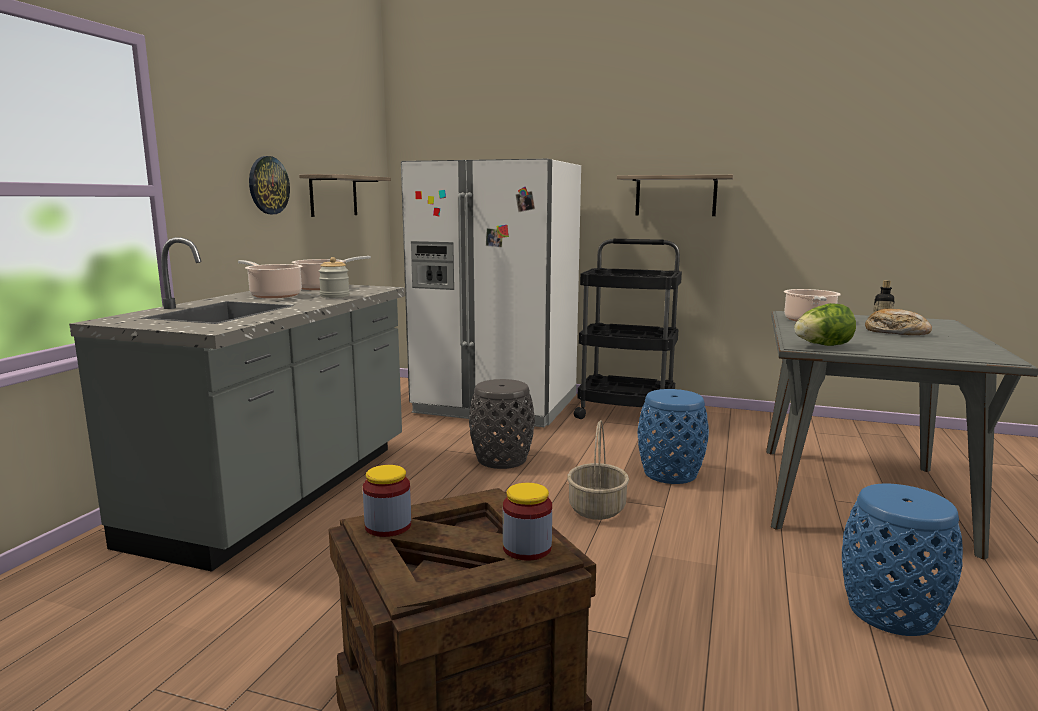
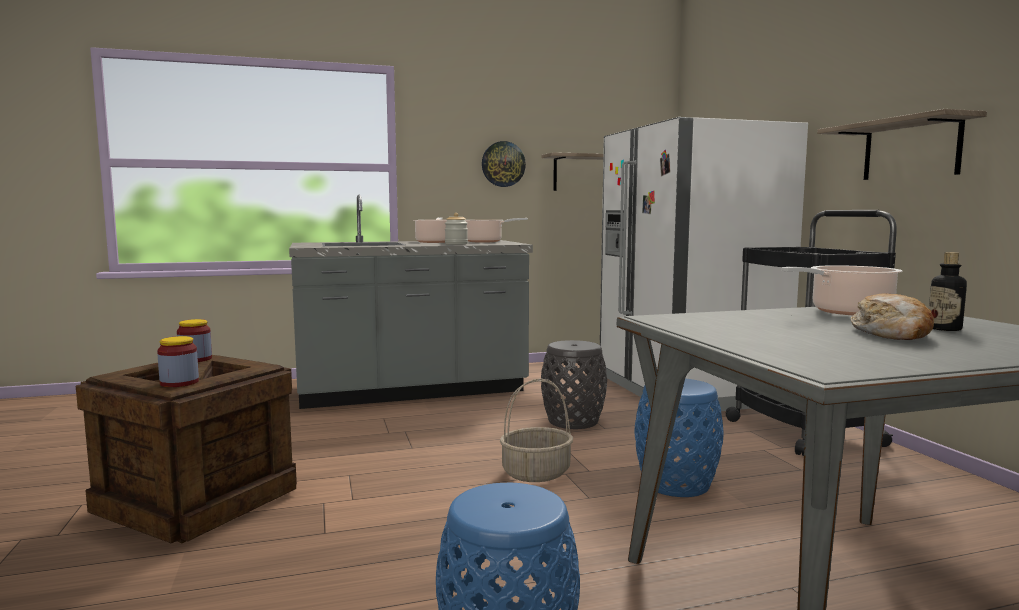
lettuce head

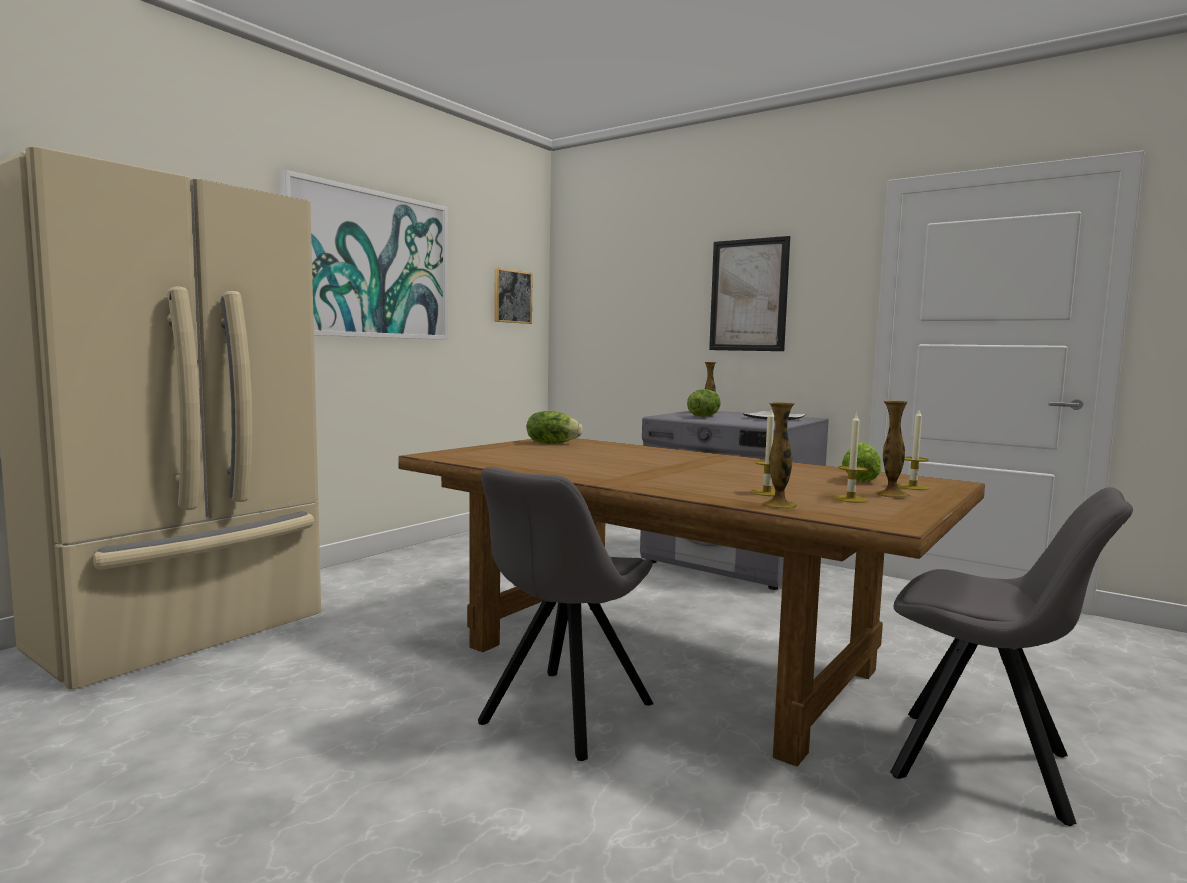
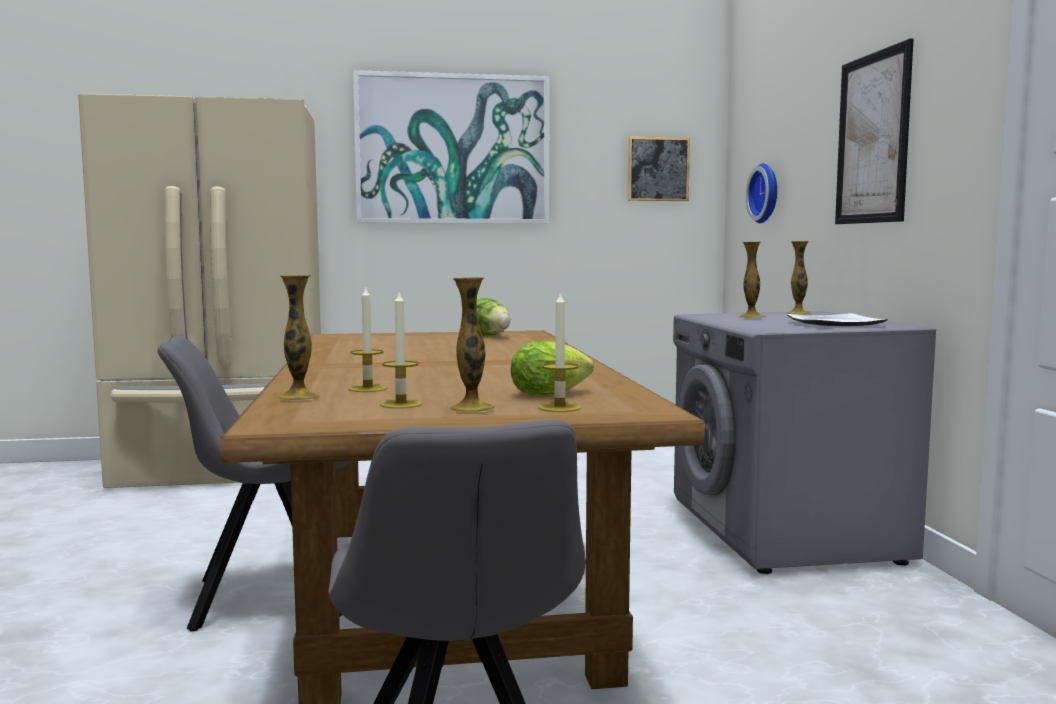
hanging clock; vase (3rd from left)

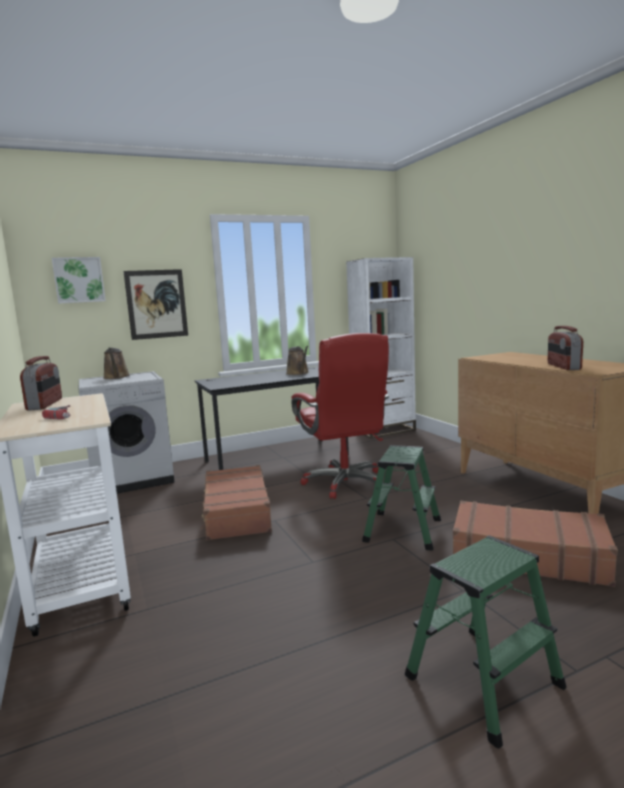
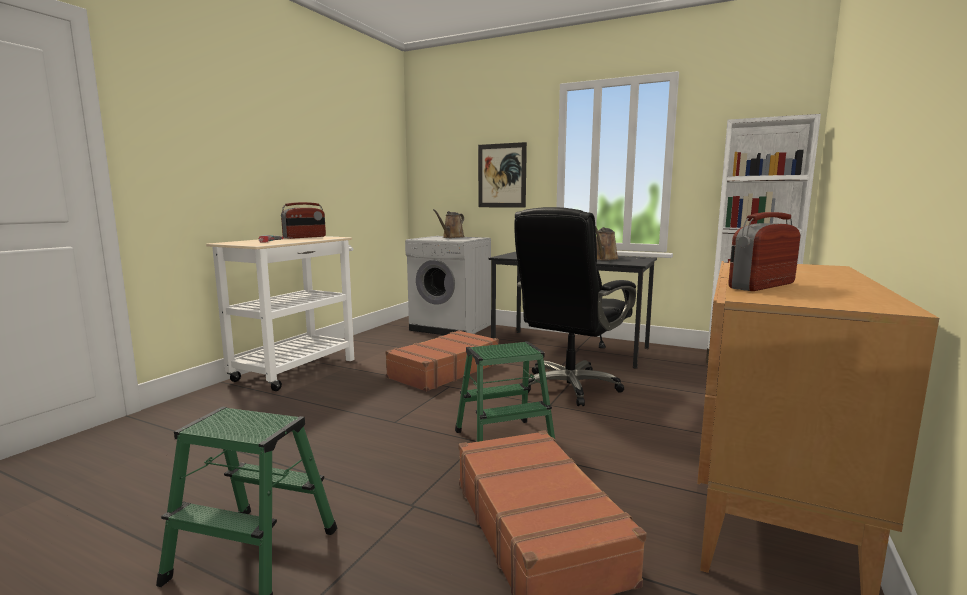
wall picture (1st from left in the first image); blackish office chair

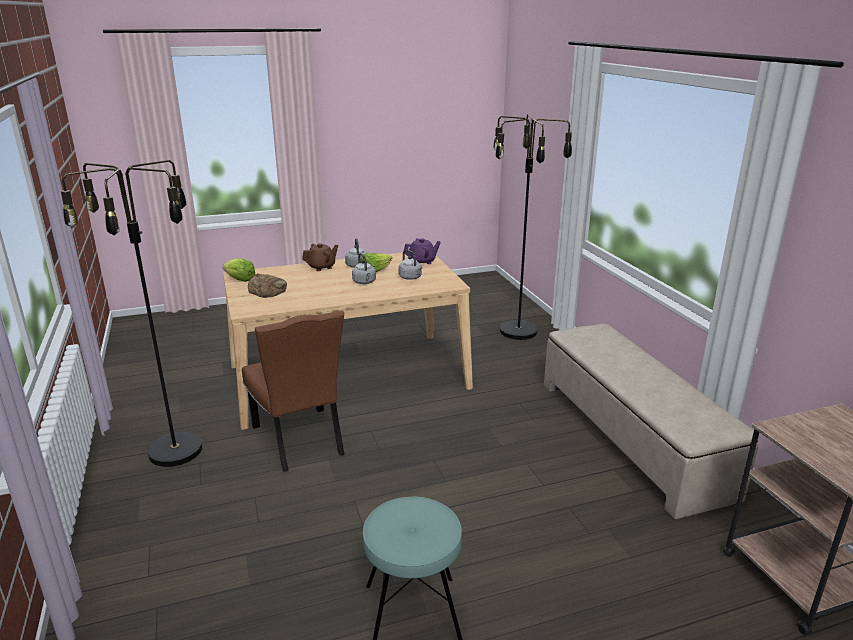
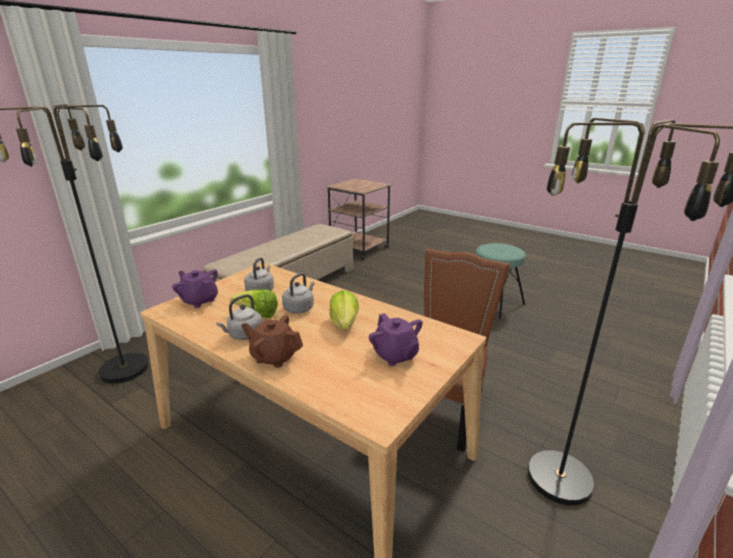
lettuce head (2nd from left); purple teapot (2nd from left)

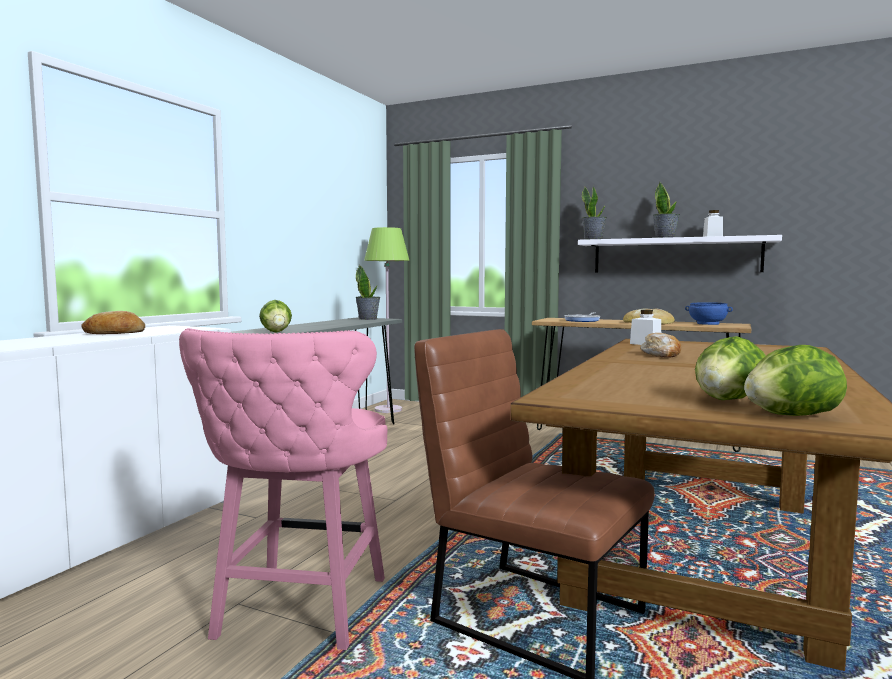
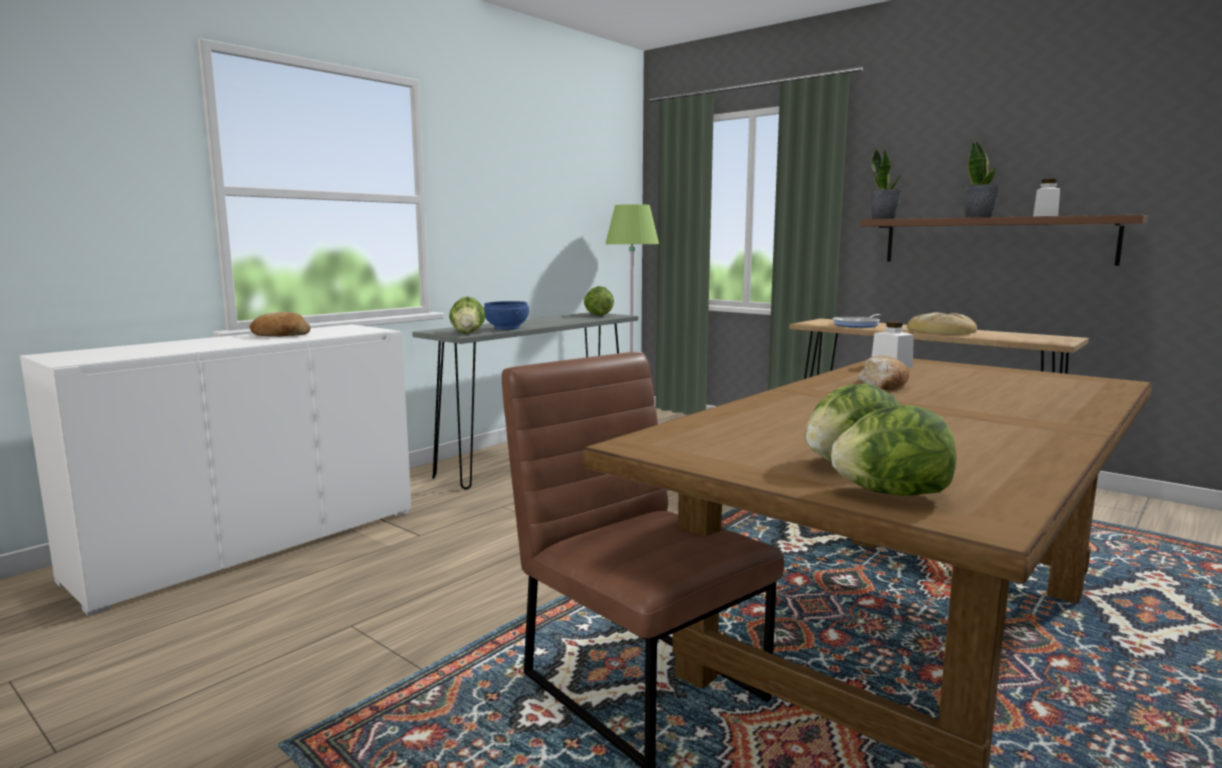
pinkish stool seat; blue-coloured deep dish; lettuce head (2nd from left); brown-coloured shelf

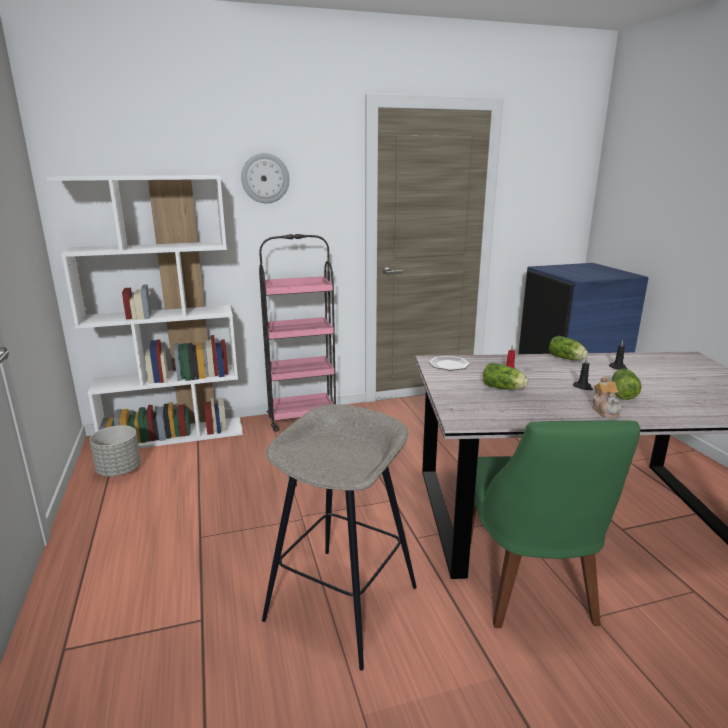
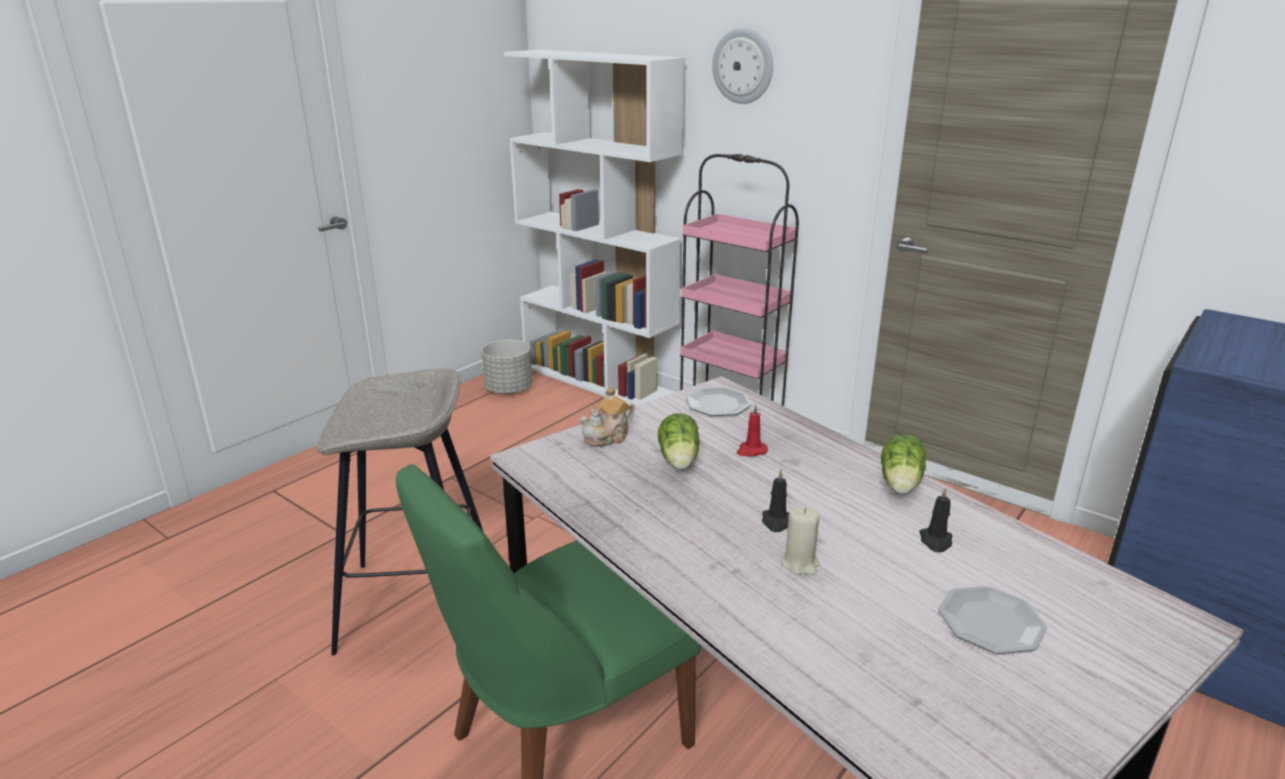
flat dish (2nd from left); teapot; beige wax candle

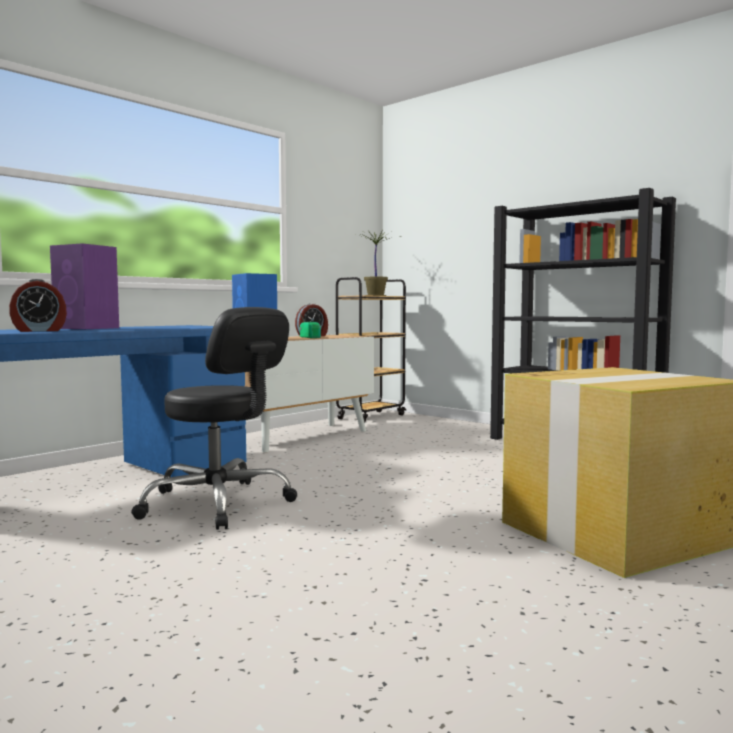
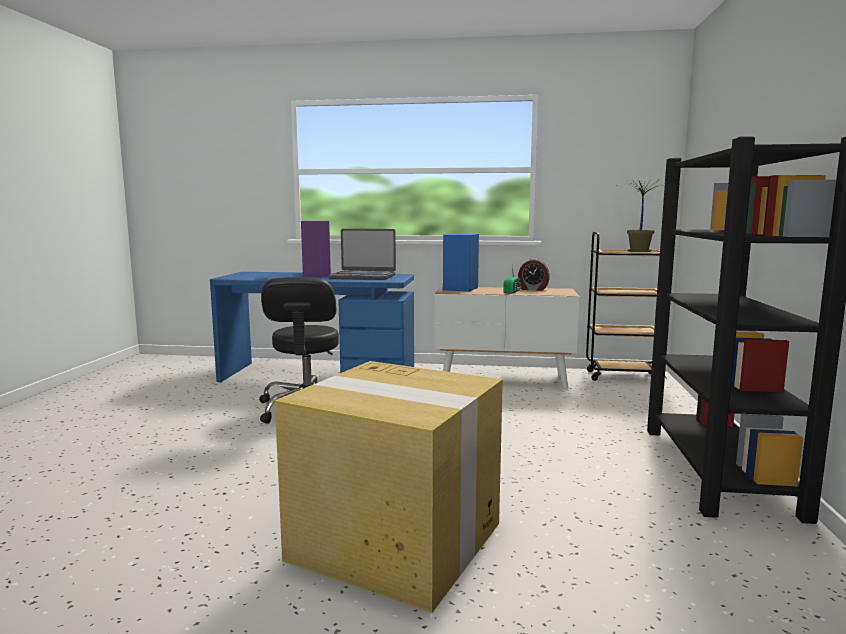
table clock (1st from left in the first image); notebook computer

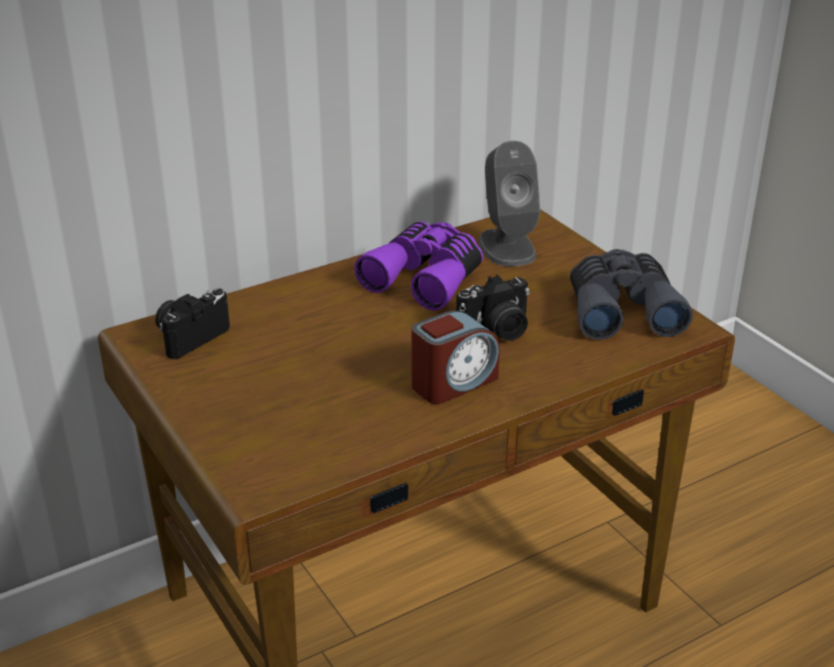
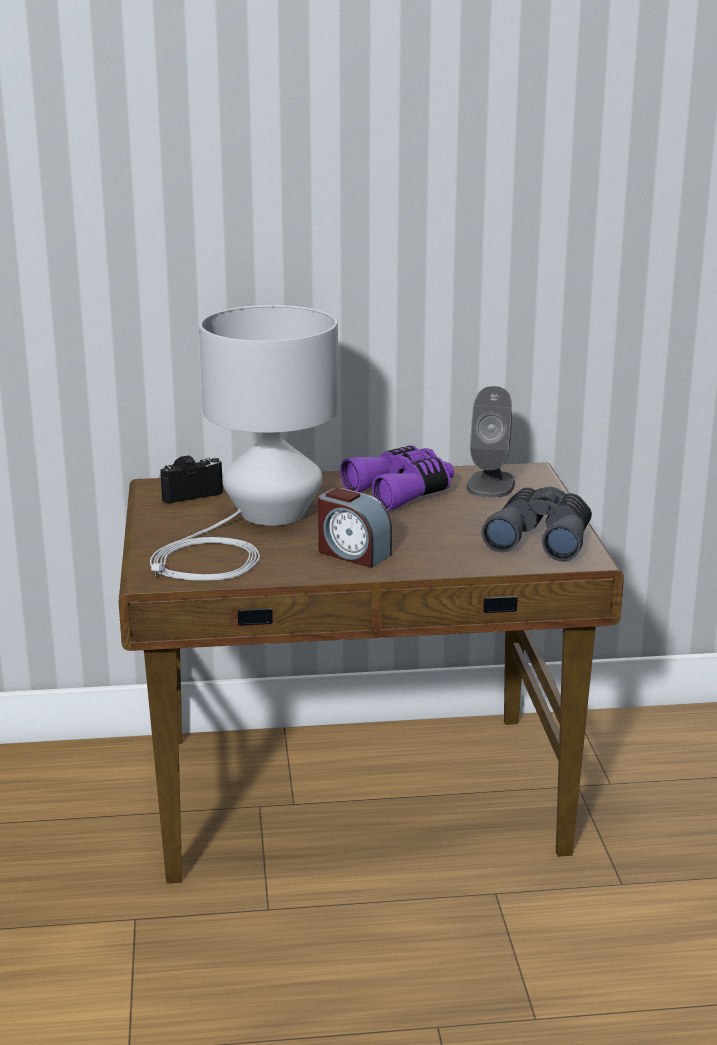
still camera (2nd from left in the first image); whitish lamp for a table; table clock

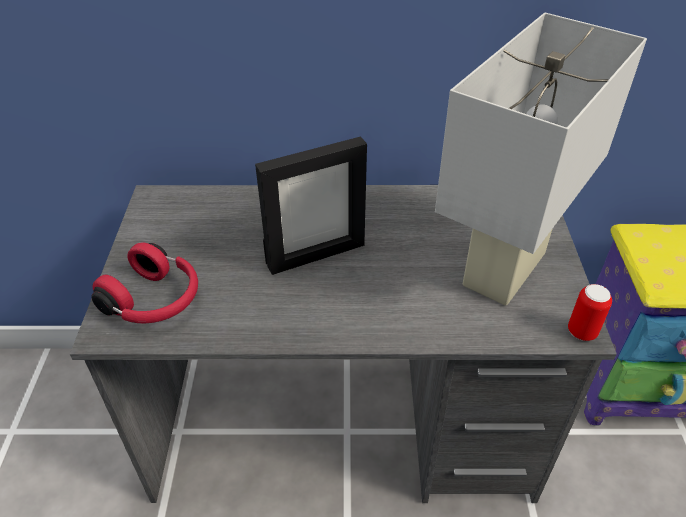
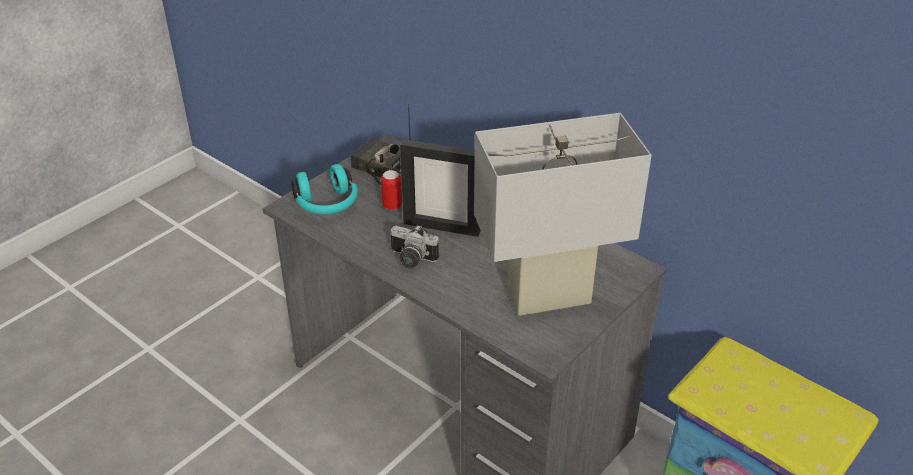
radio; still camera; sealed can; blue-green headphones

